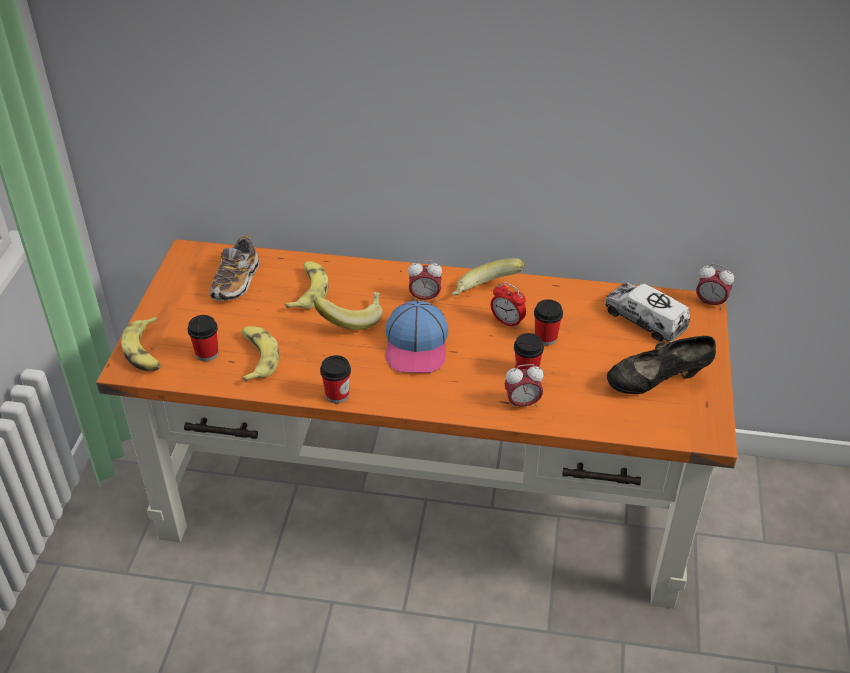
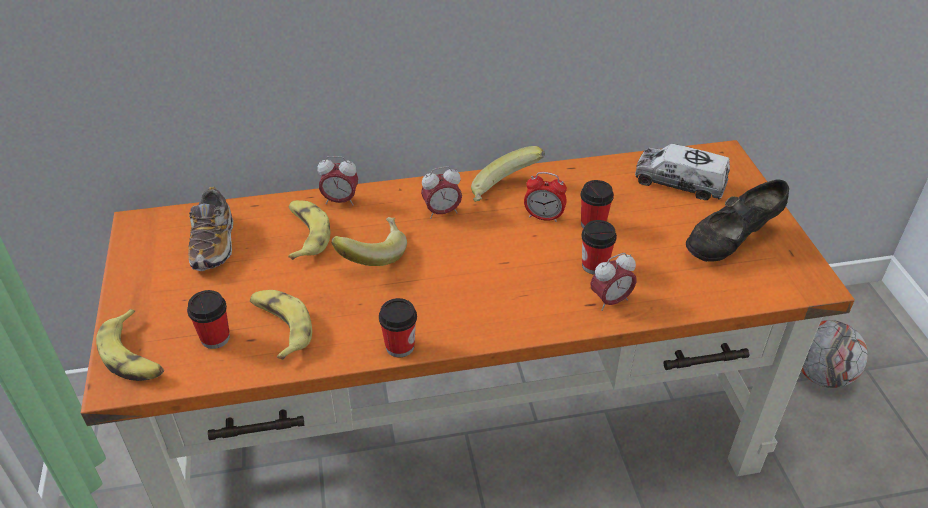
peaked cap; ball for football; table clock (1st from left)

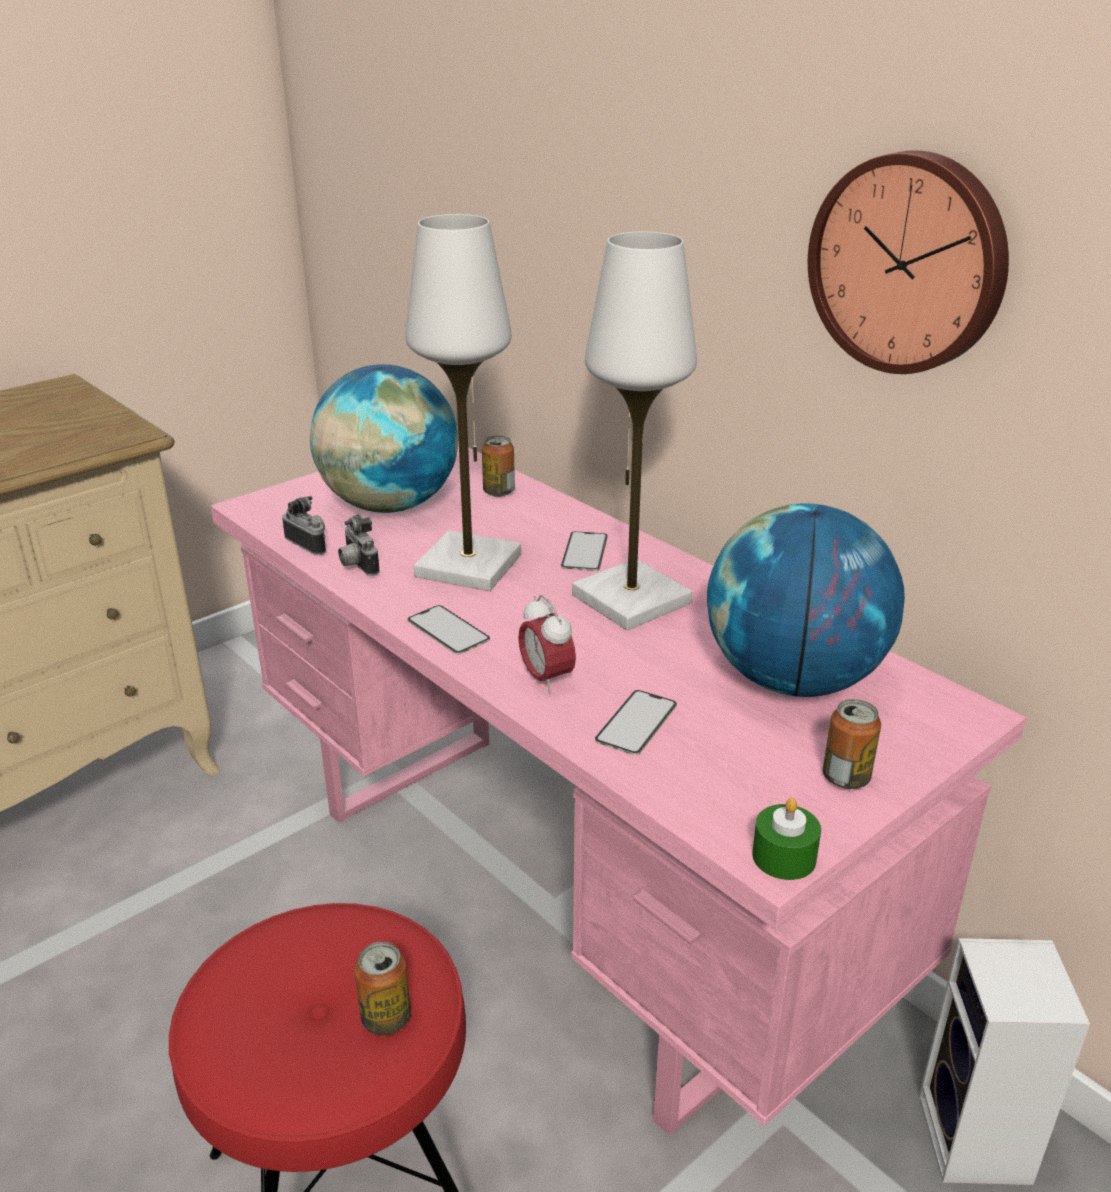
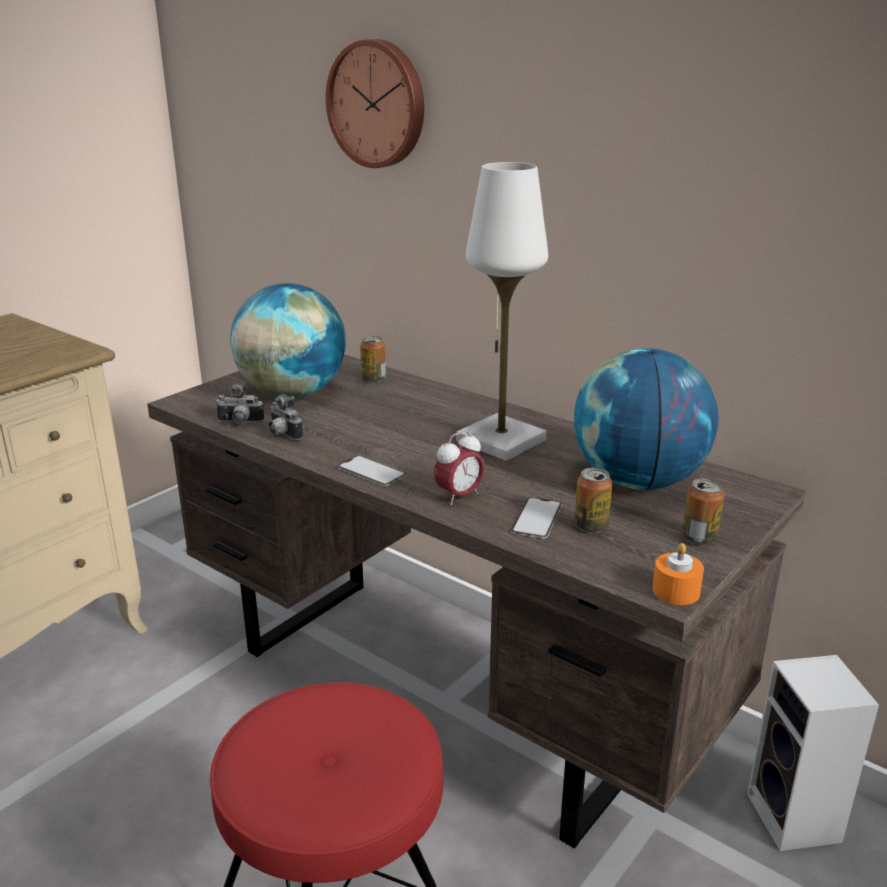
whitish lamp for a table (1st from left in the first image); telephone (2nd from left in the first image); sealed can (2nd from left); hanging clock; brown-coloured desk; orangey wax candle; still camera (1st from left); table clock

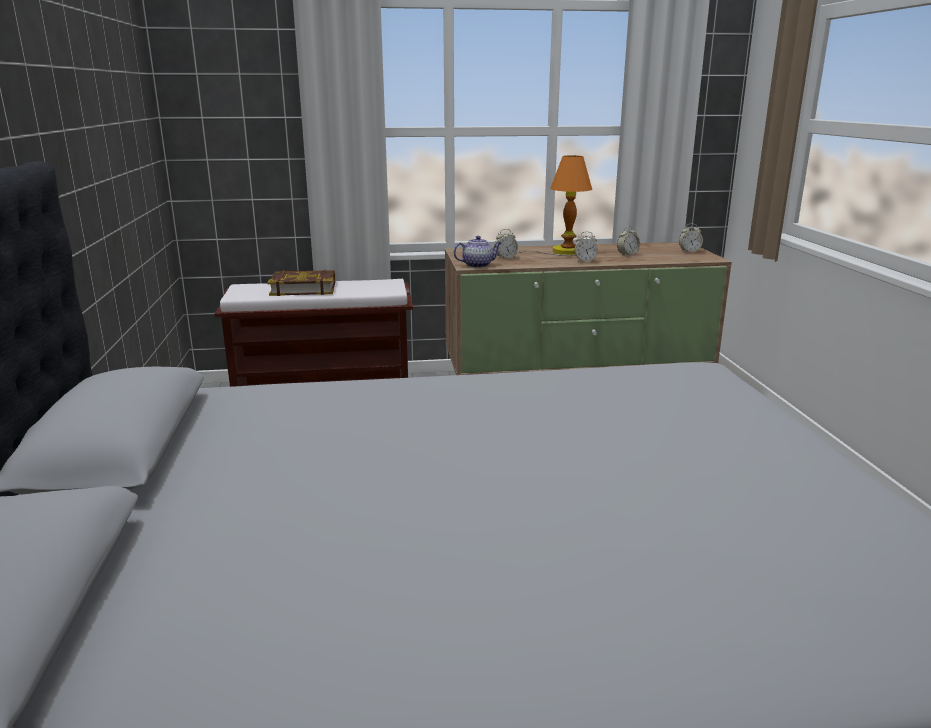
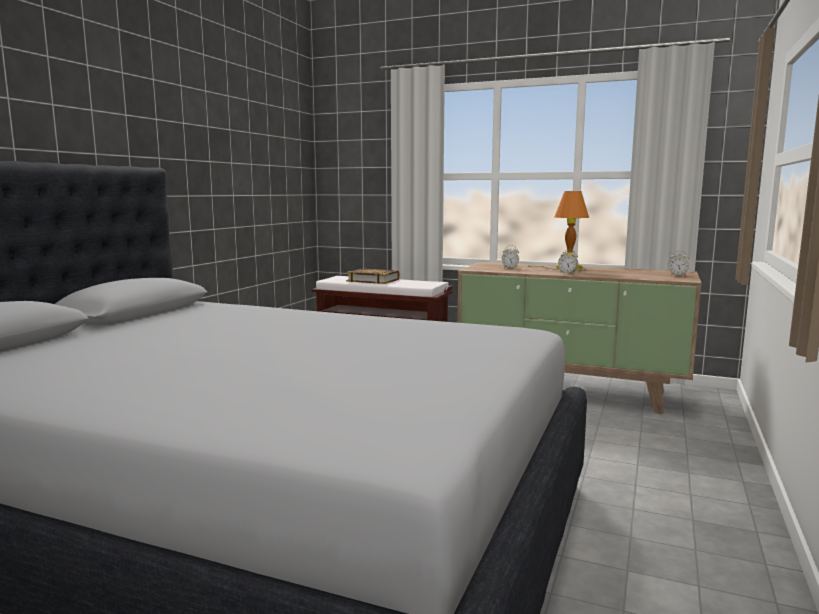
teapot; table clock (3rd from left in the first image)

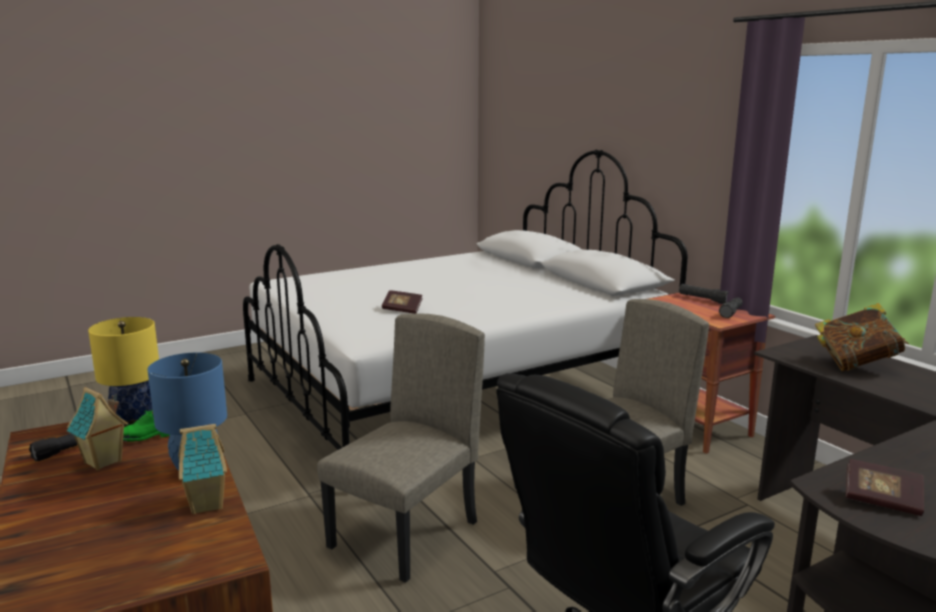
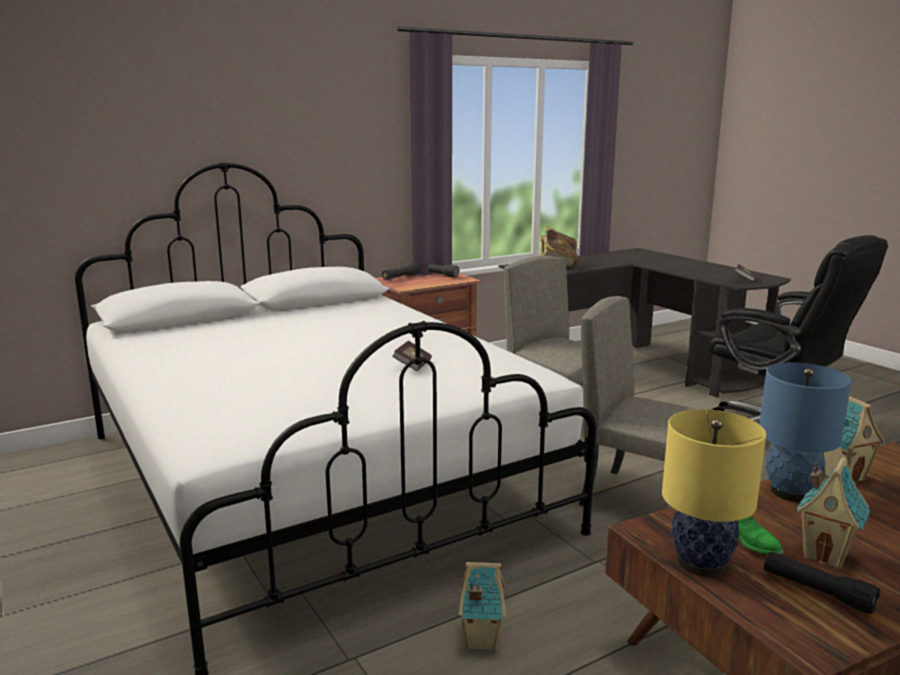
miniature house (1st from left)

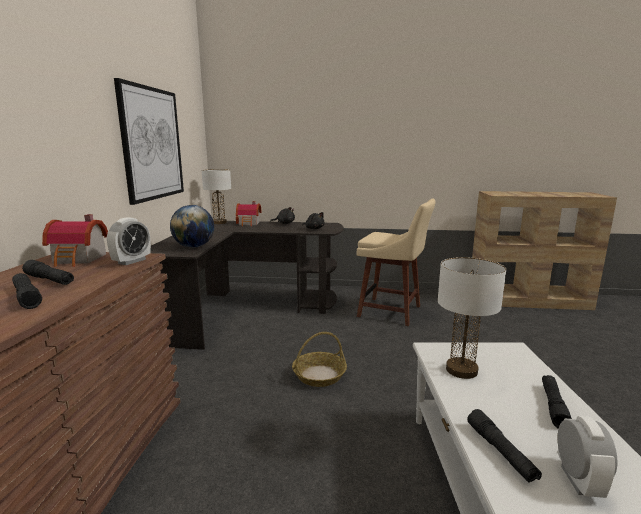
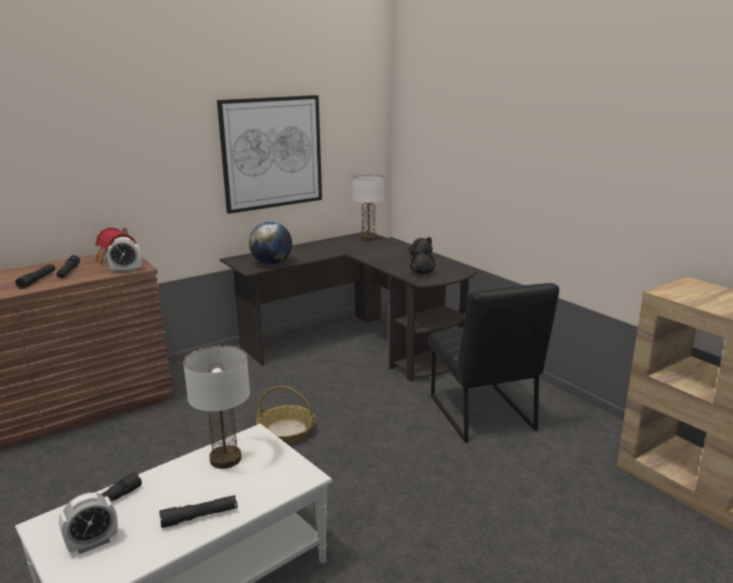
miniature house (2nd from left in the first image); blackish chair

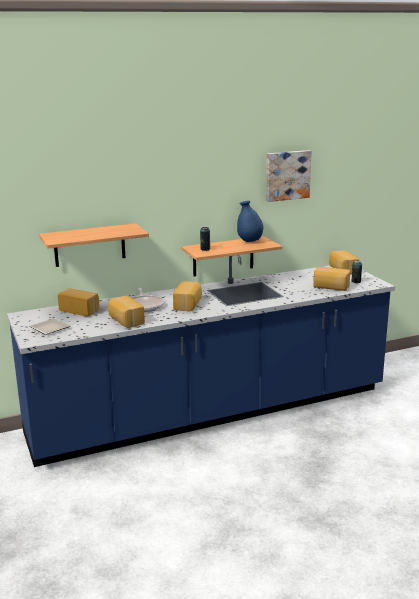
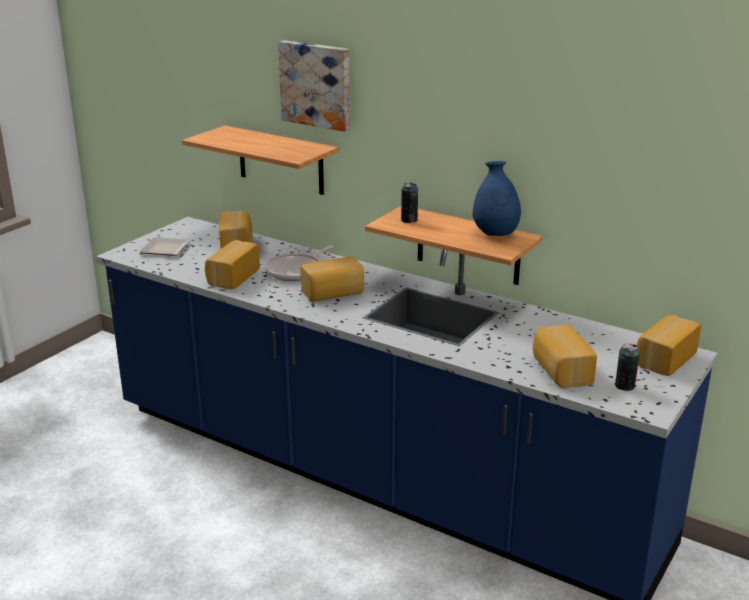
wall picture

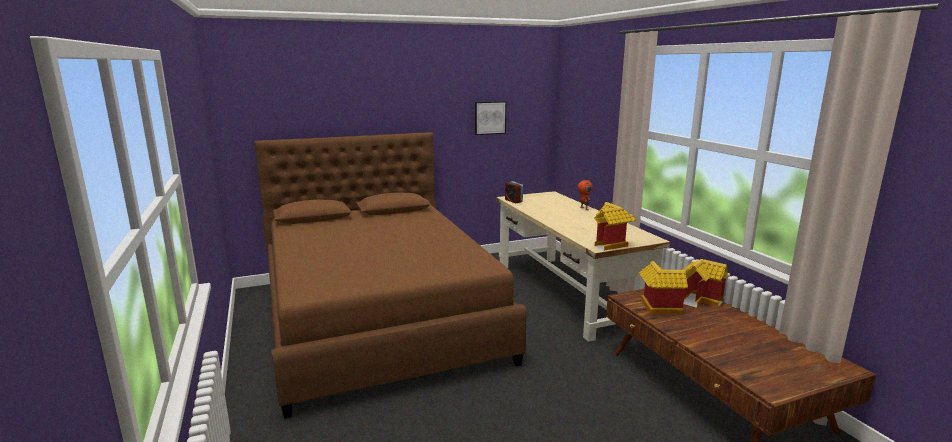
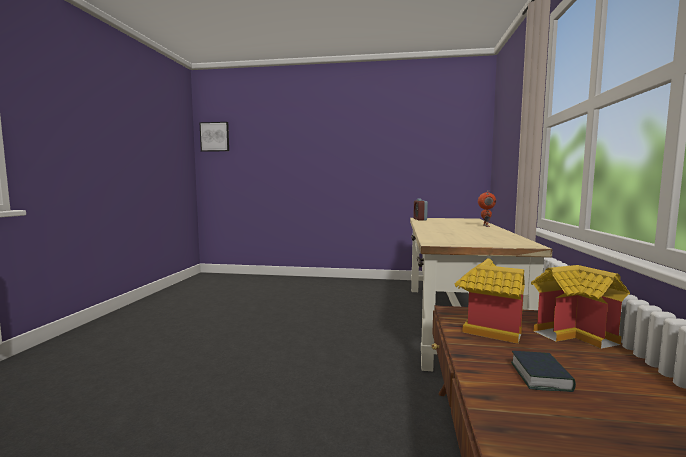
brown-coloured bedroom bed; miniature house (1st from left in the first image); book; wall picture

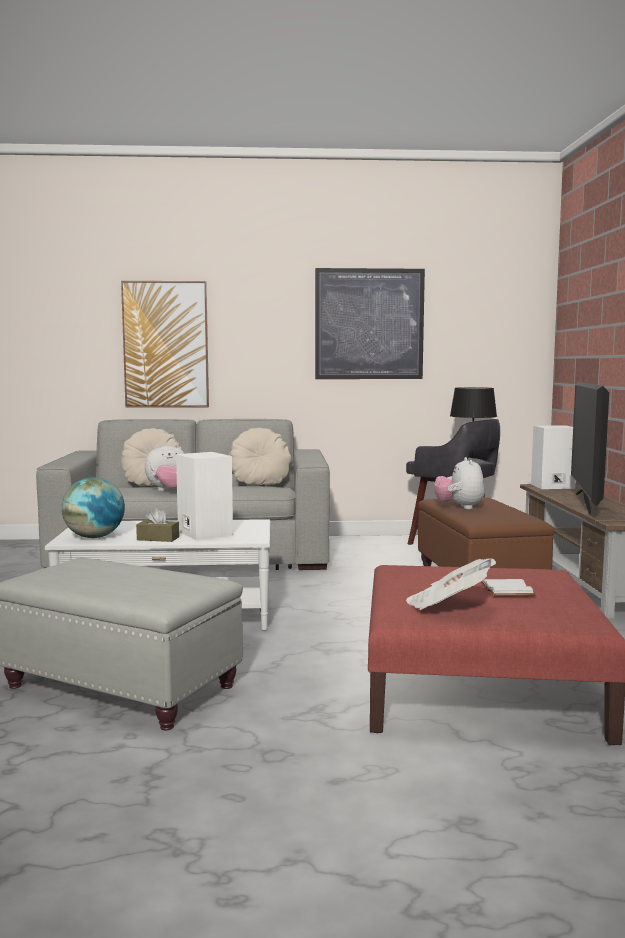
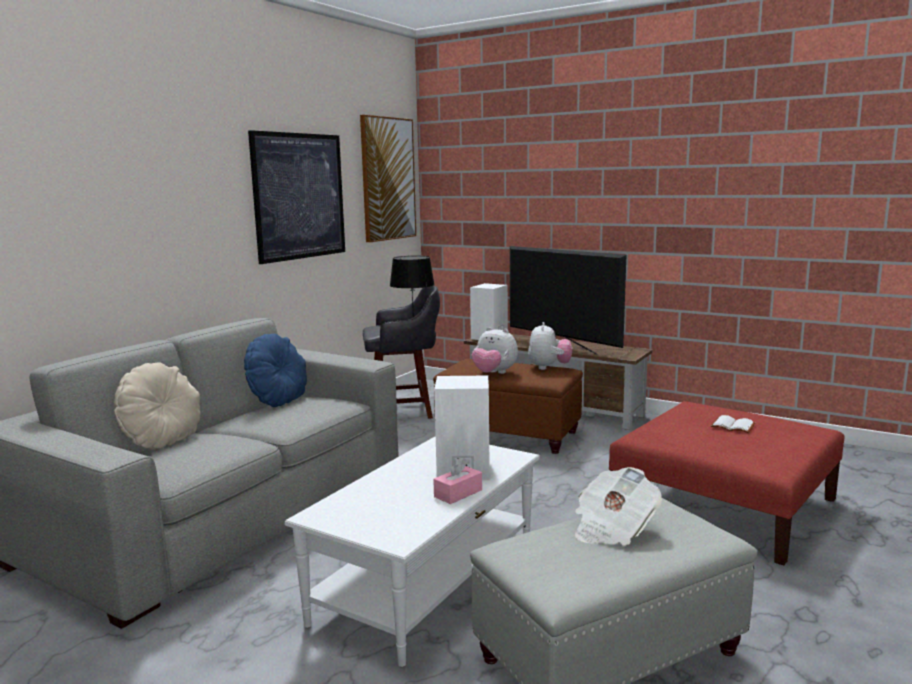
globe; wall picture (2nd from left); cuddly toy (2nd from left); printed paper; pinkish tissue holder; blue-coloured cushion

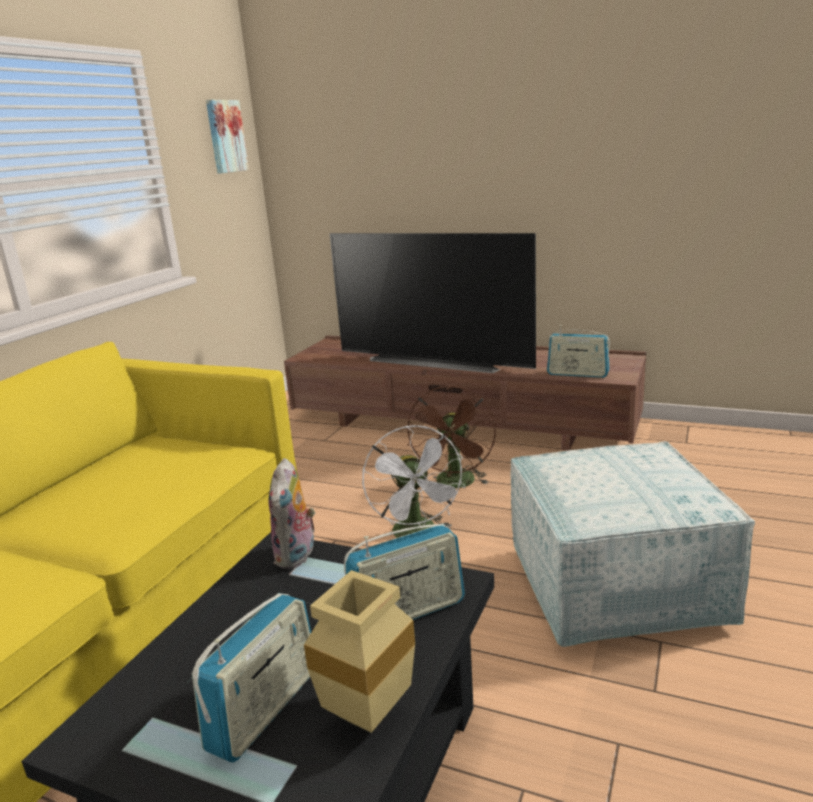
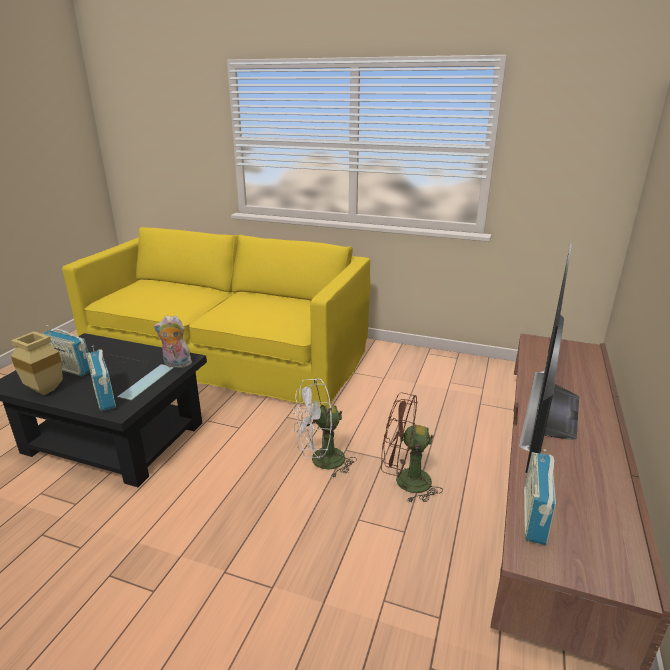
wall picture; whitish ottoman

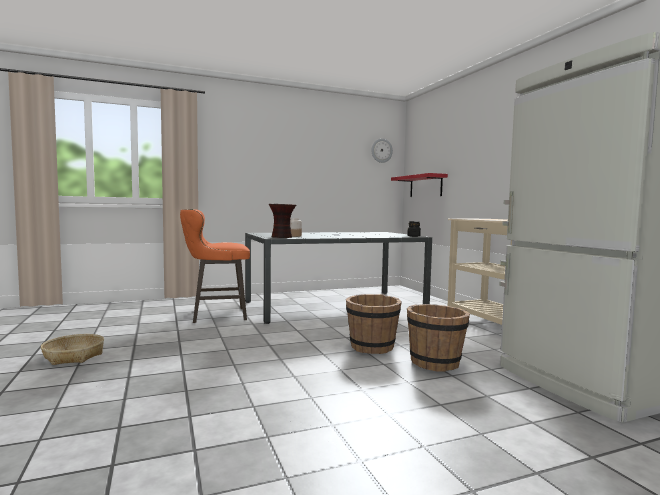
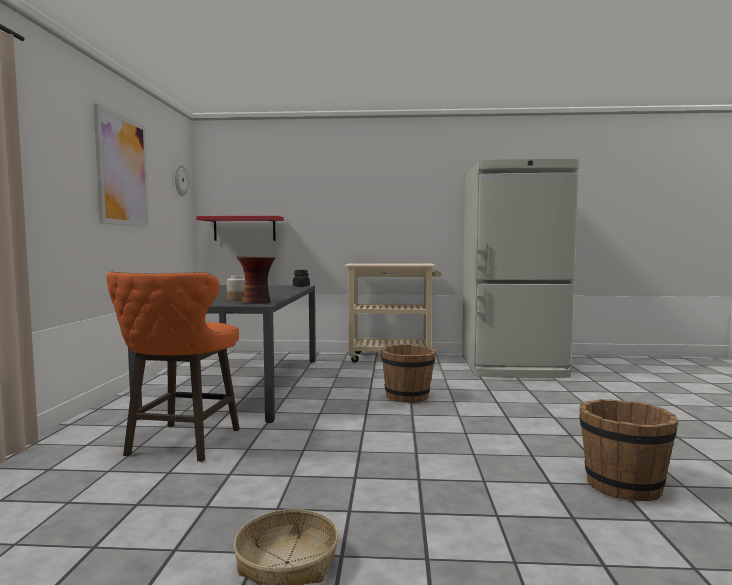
wall picture; brown-coloured pail (2nd from left)

